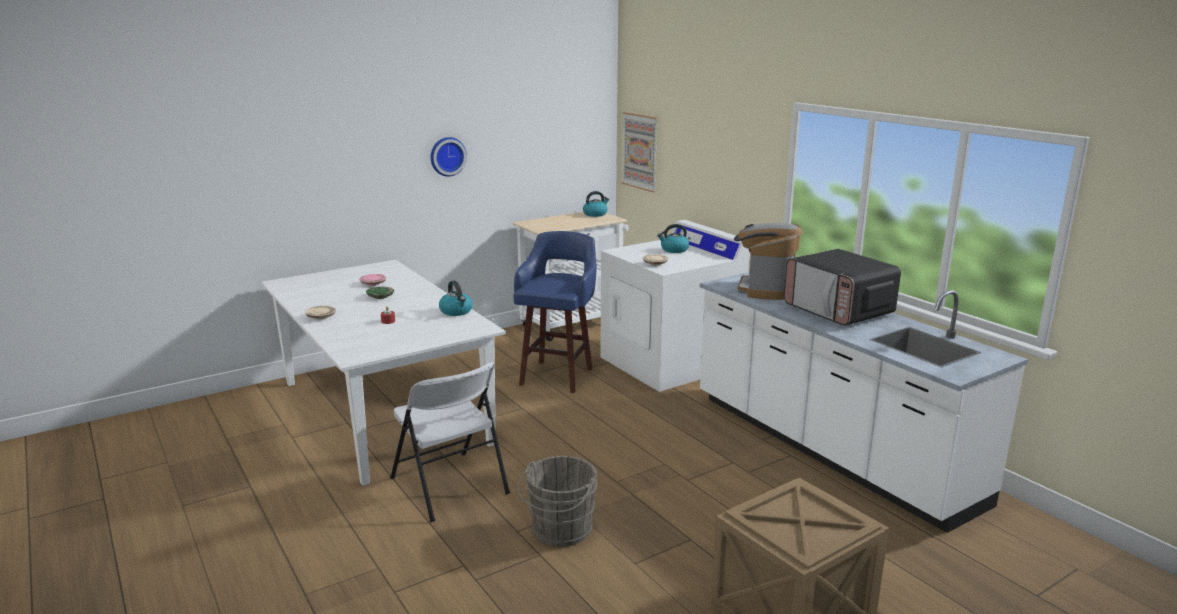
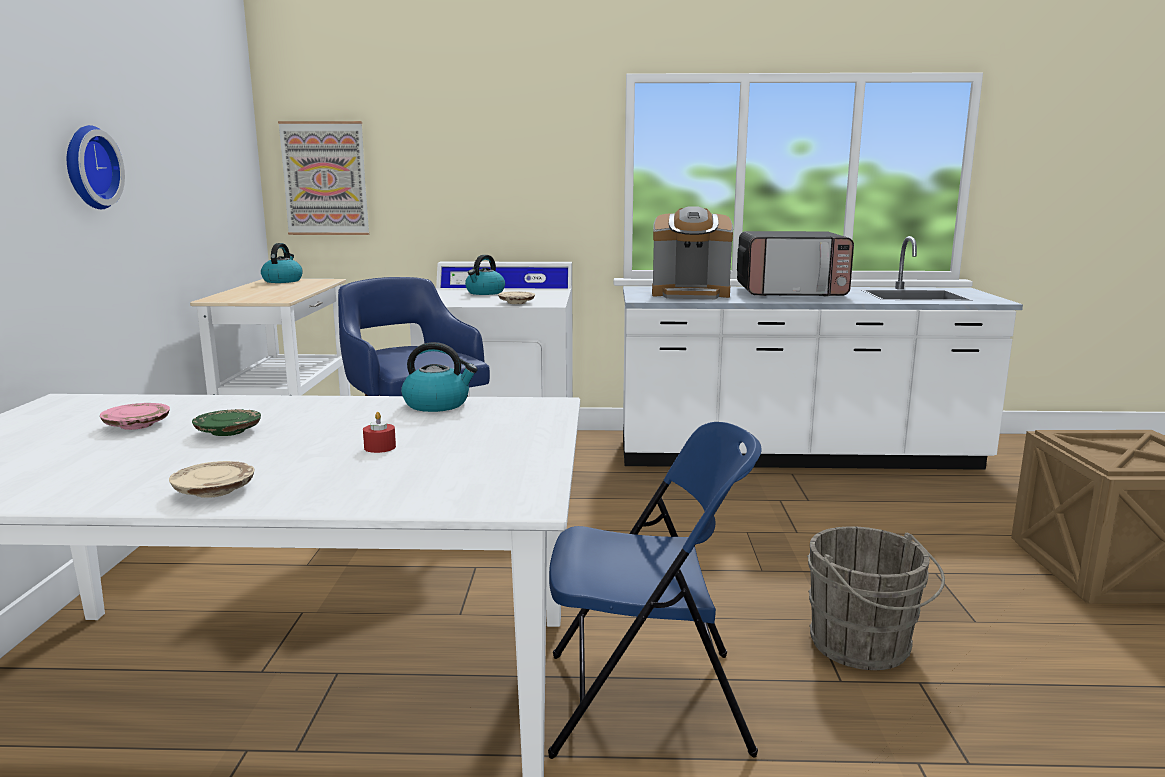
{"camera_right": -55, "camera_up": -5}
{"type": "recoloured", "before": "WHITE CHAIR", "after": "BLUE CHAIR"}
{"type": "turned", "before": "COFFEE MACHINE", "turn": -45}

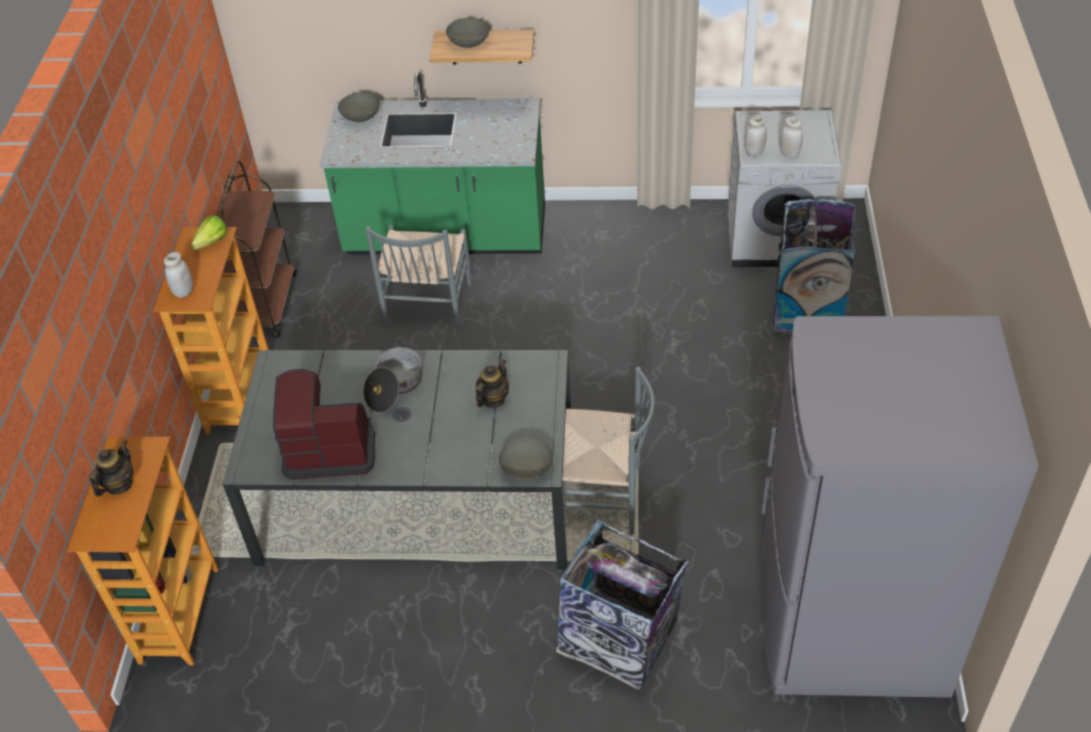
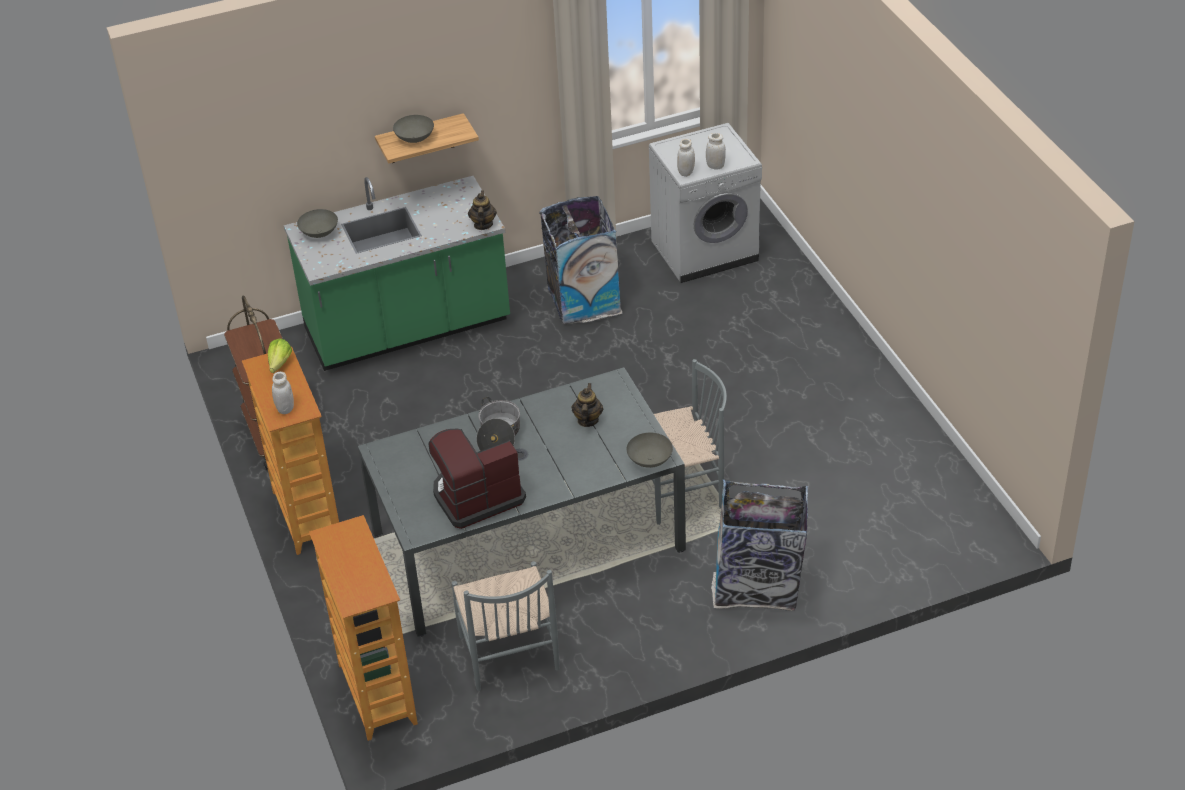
{"camera_right": -25, "camera_up": -5}
{"type": "removed", "before": "GREYISH KITCHEN FRIDGE"}
{"type": "moved", "before": "POT FOR TEA (1st from left)"}
{"type": "moved", "before": "GREYISH CHAIR (1st from left)"}
{"type": "moved", "before": "TRASH CAN (2nd from left in the first image)", "after": "TRASH CAN (1st from left)"}

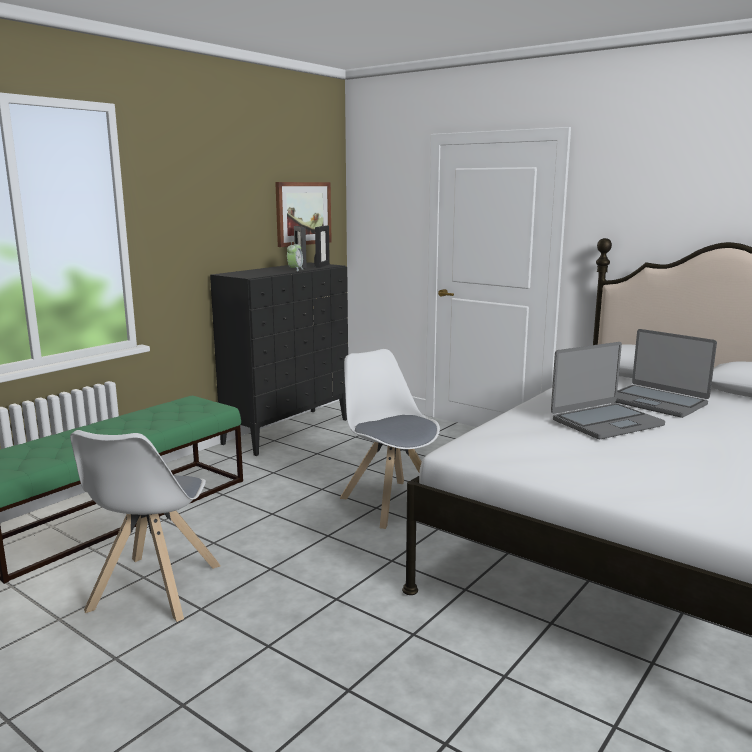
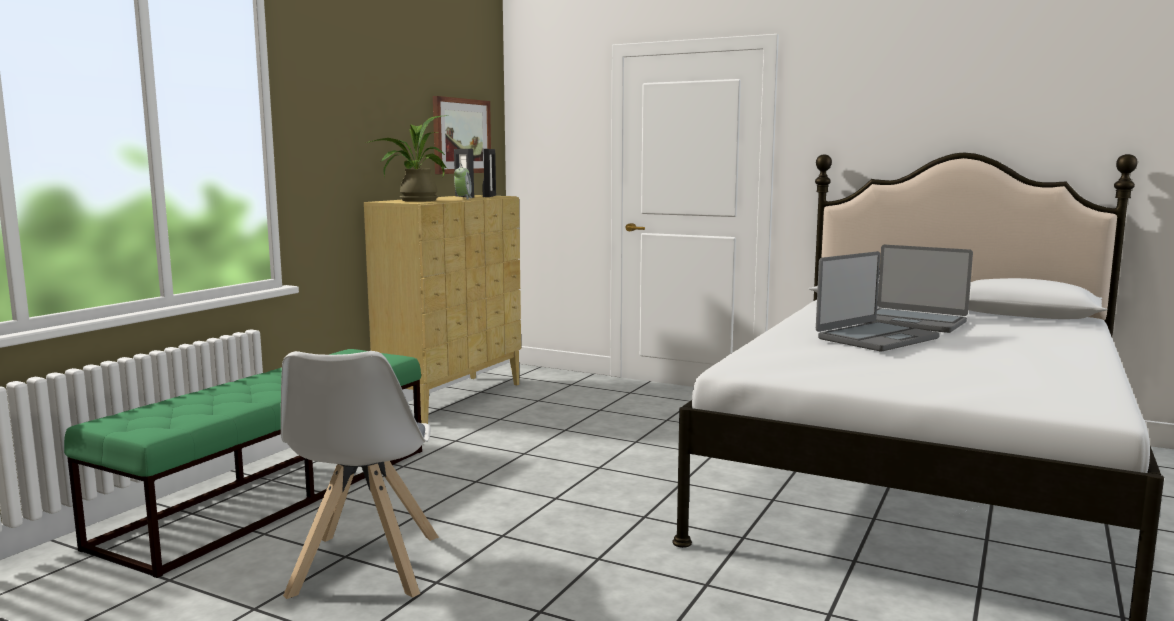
{"camera_right": -10, "camera_up": -5}
{"type": "removed", "before": "CHAIR (2nd from left)"}
{"type": "added", "after": "HOUSEPLANT"}
{"type": "recoloured", "before": "BLACK DRESSER", "after": "BEIGE DRESSER"}

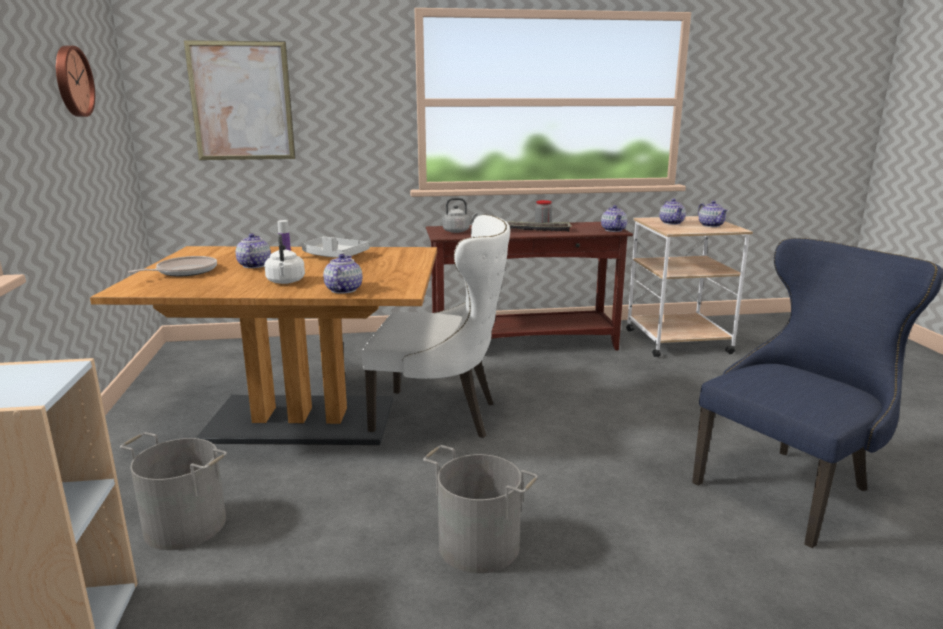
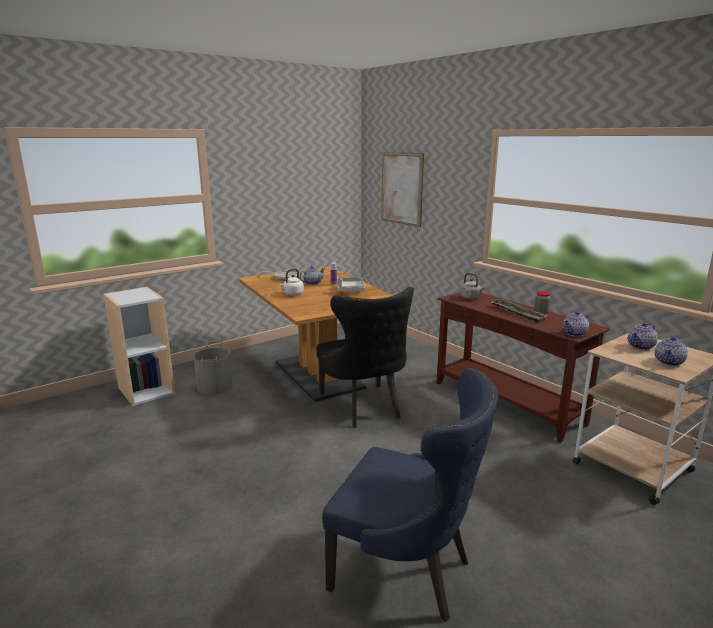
{"camera_right": 60, "camera_up": 0}
{"type": "removed", "before": "WALL CLOCK"}
{"type": "removed", "before": "POT FOR TEA (2nd from left)"}
{"type": "removed", "before": "GREYISH WATER BUCKET (2nd from left)"}
{"type": "recoloured", "before": "WHITE CHAIR", "after": "BLACK CHAIR"}

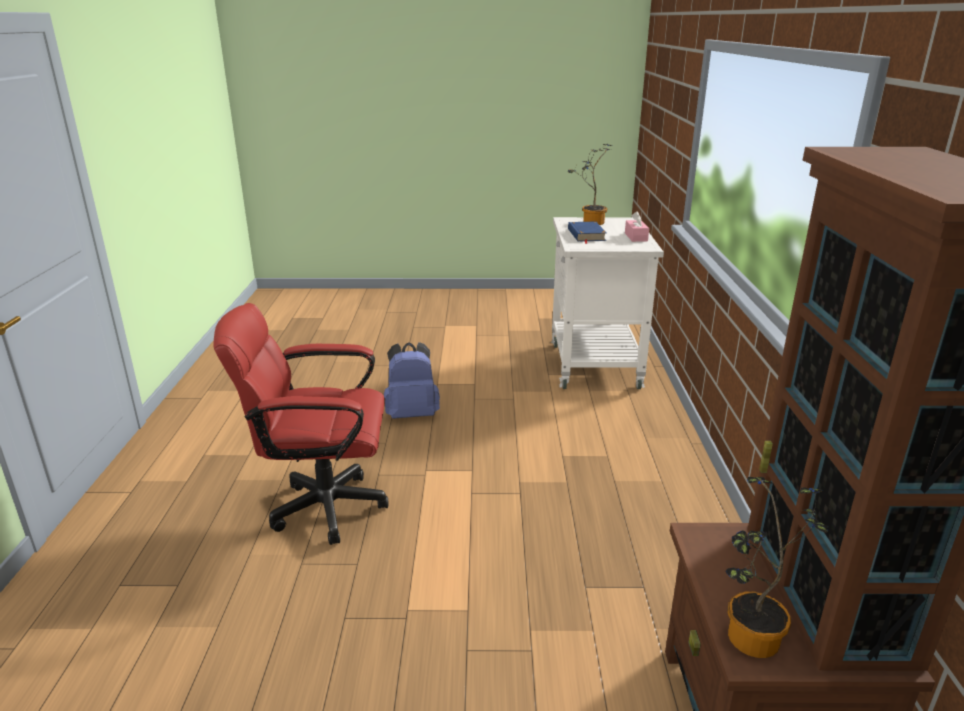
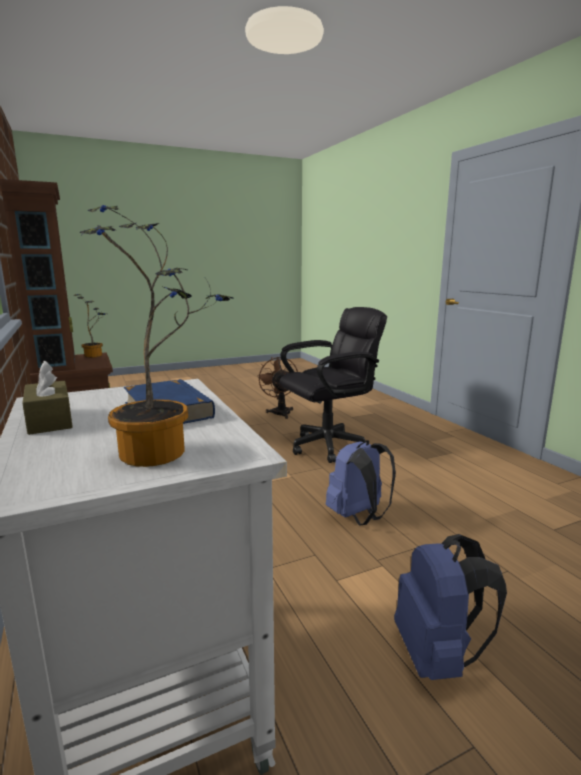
{"camera_right": 155, "camera_up": -10}
{"type": "added", "after": "BROWN-COLOURED ELECTRIC FAN"}
{"type": "added", "after": "BLUE BACKPACK (2nd from left)"}
{"type": "recoloured", "before": "REDDISH COMPUTER CHAIR", "after": "BLACK COMPUTER CHAIR"}
{"type": "recoloured", "before": "PINK-COLOURED BOX OF TISSUES", "after": "BROWN-COLOURED BOX OF TISSUES"}

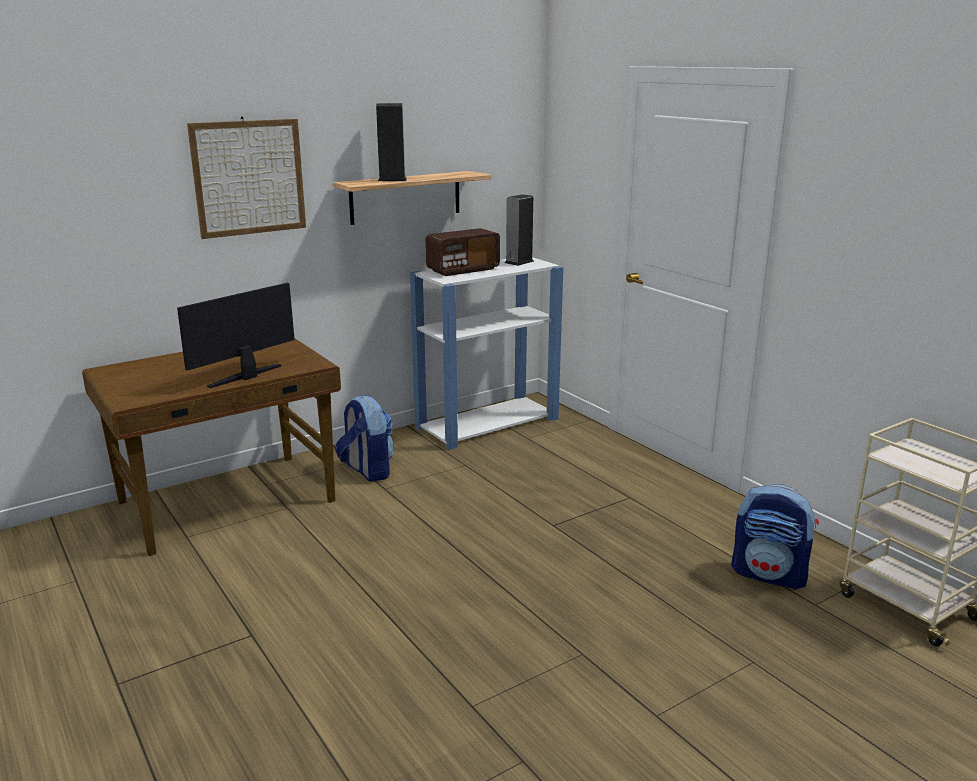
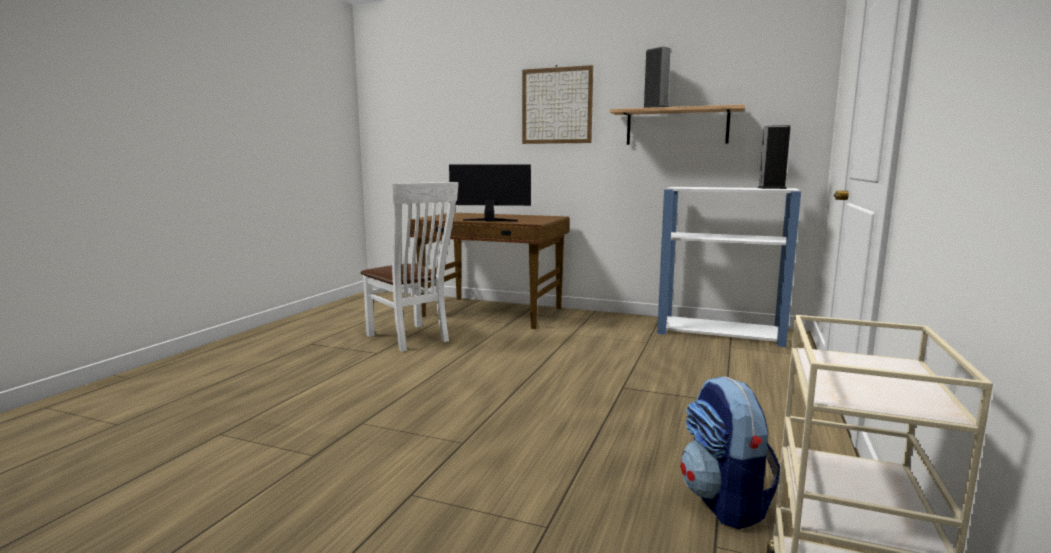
{"camera_right": 55, "camera_up": -10}
{"type": "removed", "before": "BACKPACK (1st from left)"}
{"type": "removed", "before": "RADIO SET"}
{"type": "added", "after": "WHITE CHAIR"}

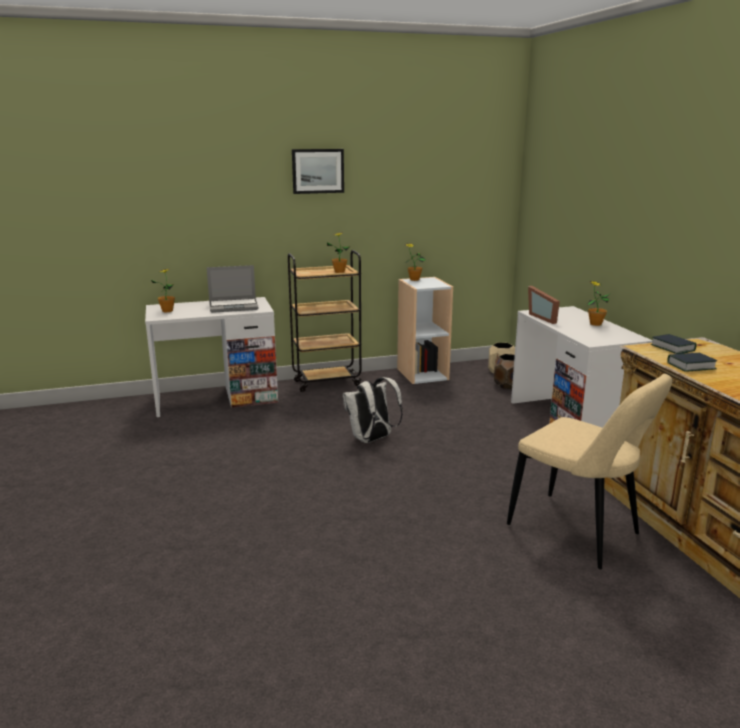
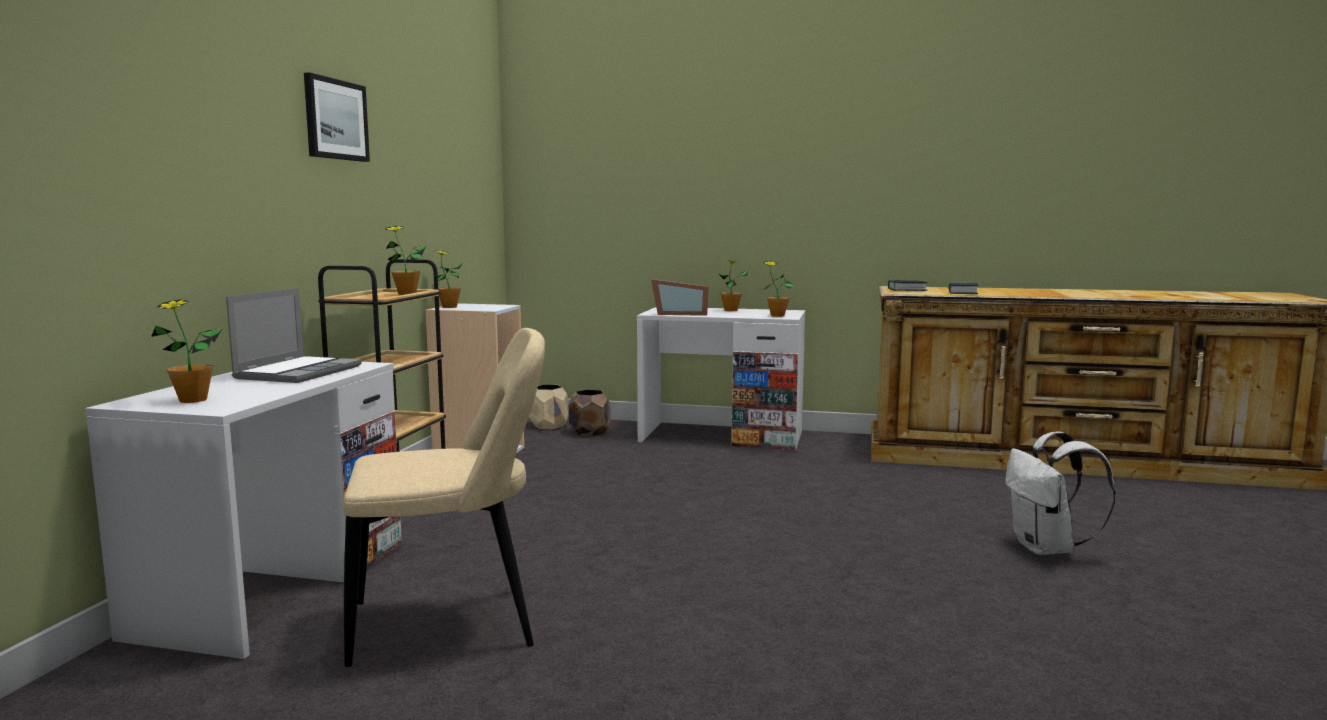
{"camera_right": -60, "camera_up": -10}
{"type": "added", "after": "HOUSEPLANT (5th from left)"}
{"type": "moved", "before": "WHITE BACKPACK"}
{"type": "moved", "before": "BEIGE CHAIR"}

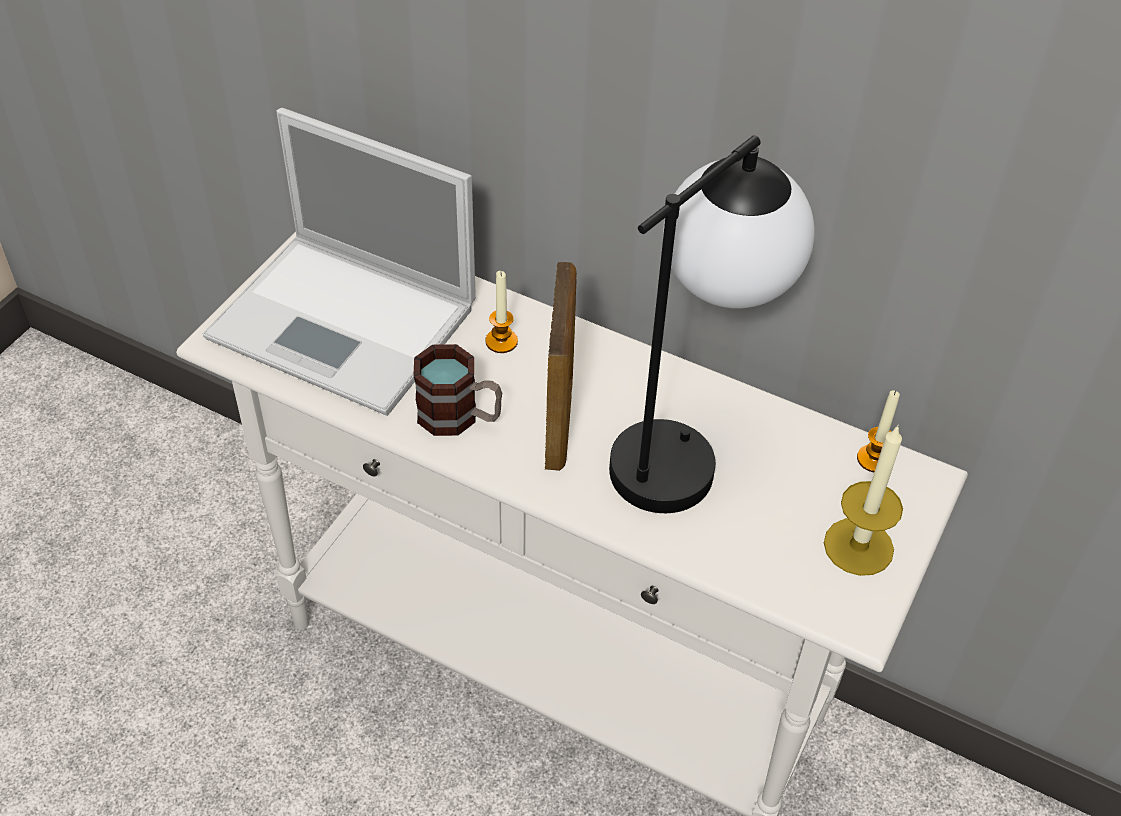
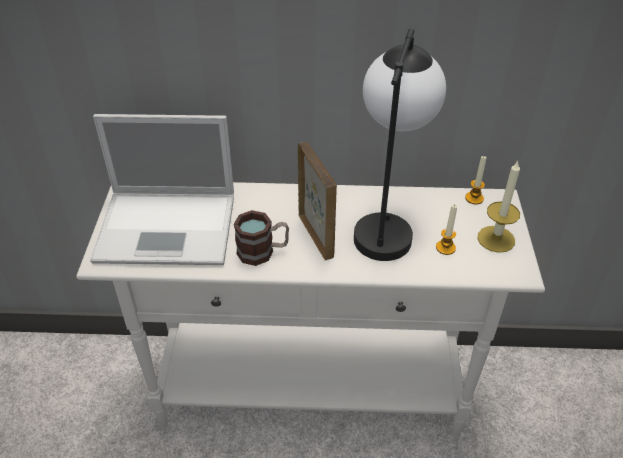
{"camera_right": -25, "camera_up": -5}
{"type": "moved", "before": "WAX LIGHT (1st from left)"}

